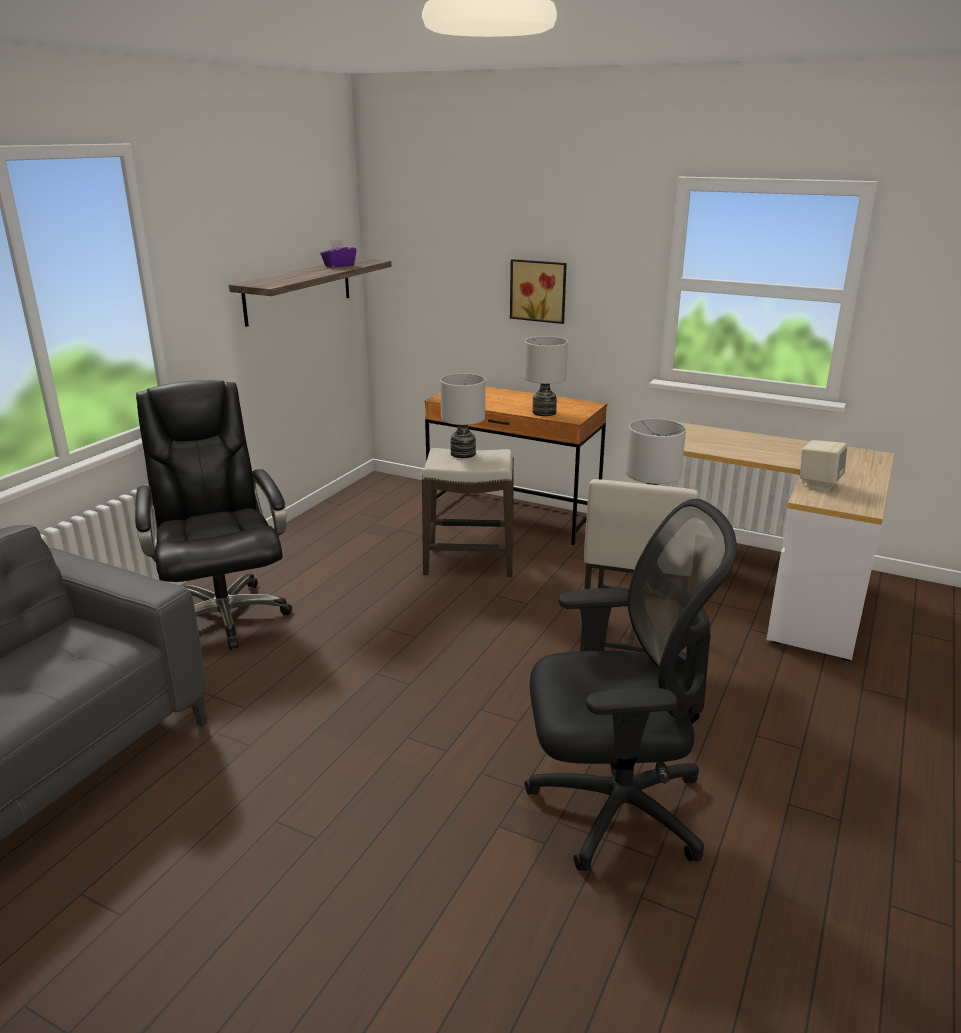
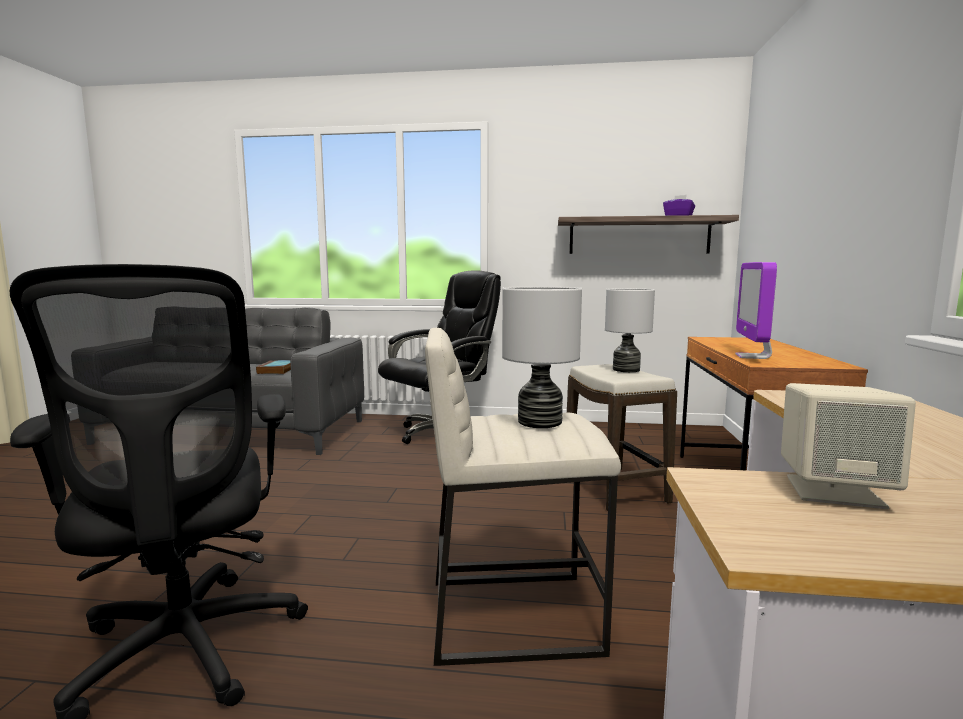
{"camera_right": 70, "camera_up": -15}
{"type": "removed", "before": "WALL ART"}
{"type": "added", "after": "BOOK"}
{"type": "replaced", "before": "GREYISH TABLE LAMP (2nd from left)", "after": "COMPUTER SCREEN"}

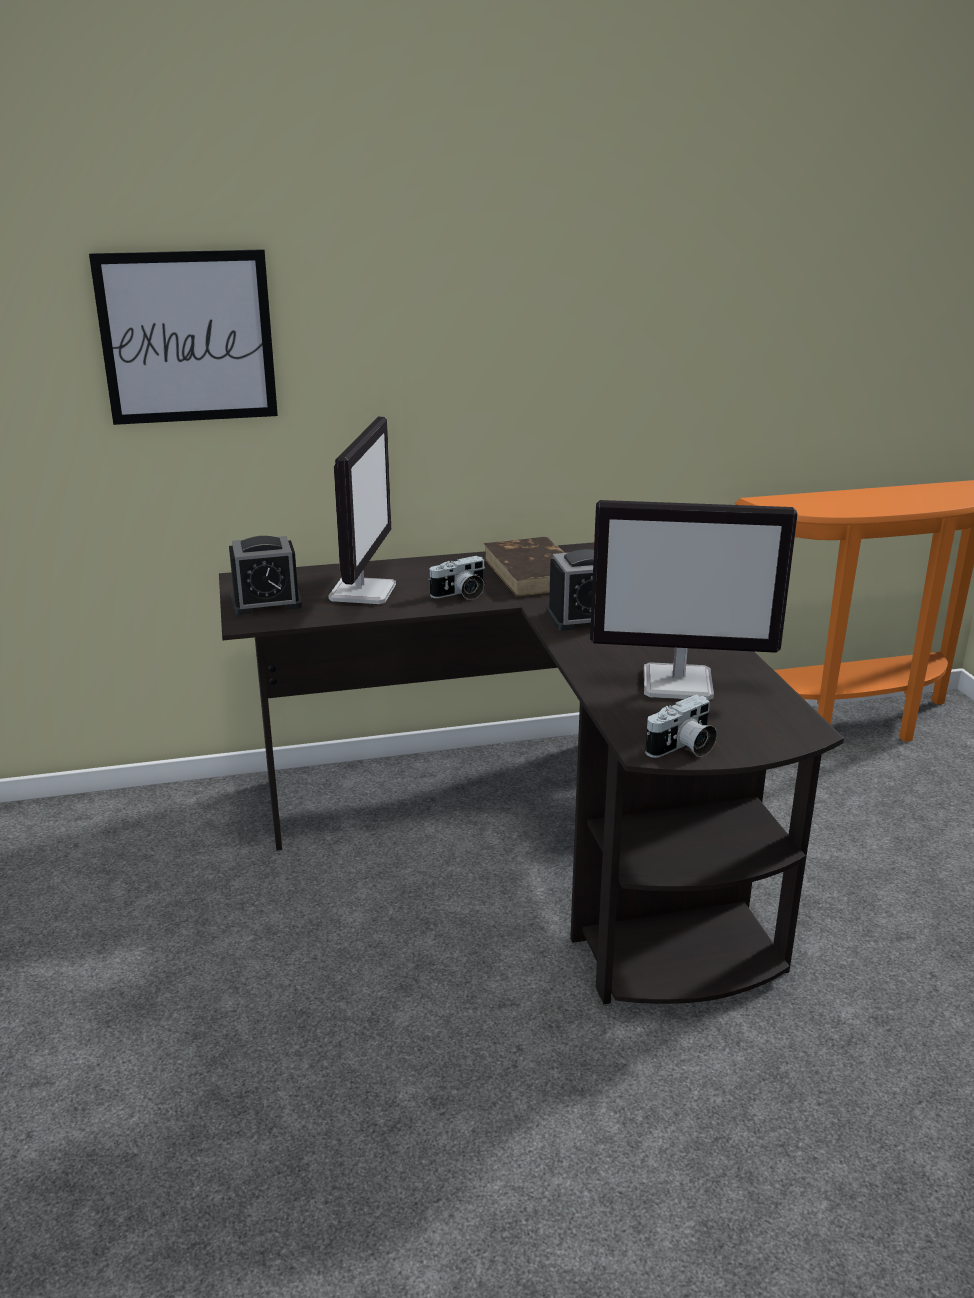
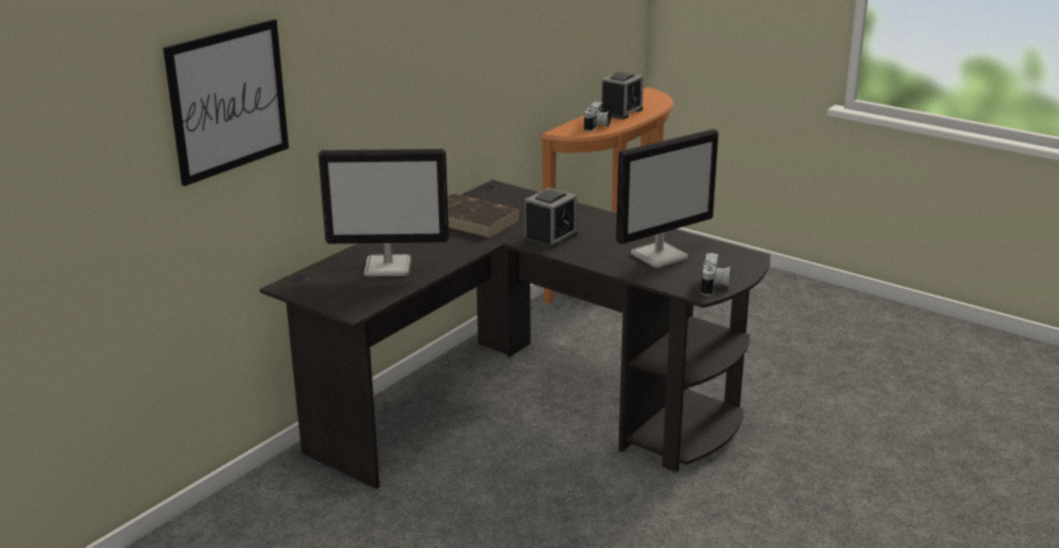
{"camera_right": -40, "camera_up": 0}
{"type": "moved", "before": "BEDSIDE CLOCK (1st from left in the first image)", "after": "BEDSIDE CLOCK (2nd from left)"}
{"type": "moved", "before": "STILL CAMERA (1st from left)"}
{"type": "turned", "before": "COMPUTER SCREEN (1st from left)", "turn": 120}

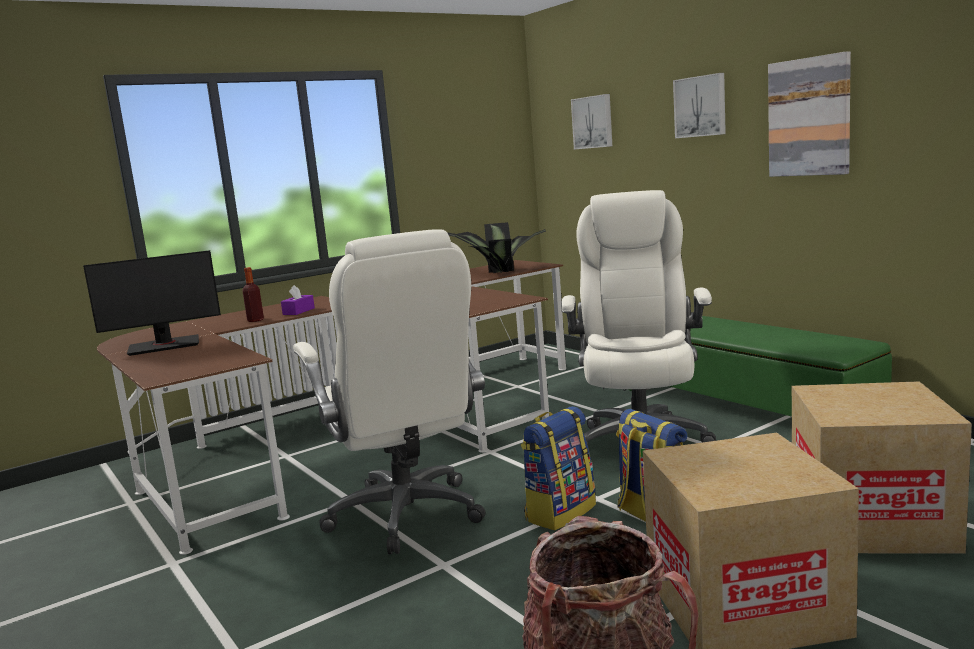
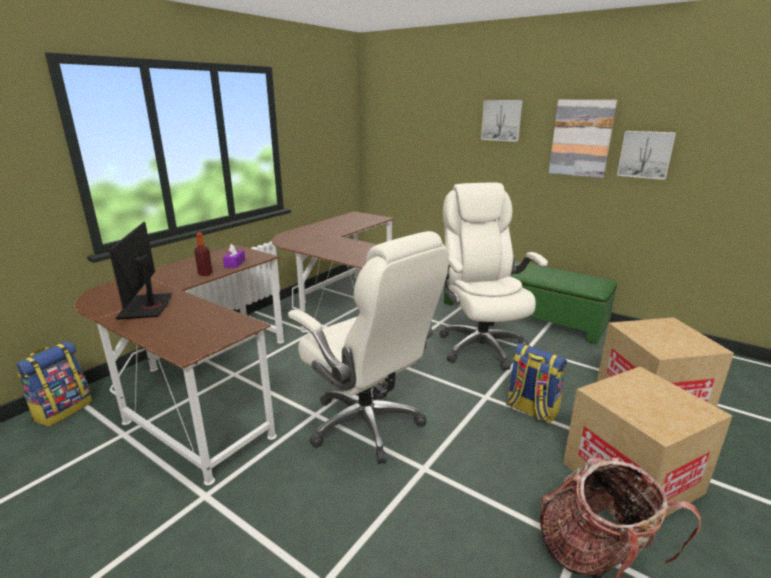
{"camera_right": -20, "camera_up": 10}
{"type": "removed", "before": "HOUSEPLANT"}
{"type": "moved", "before": "BACKPACK (1st from left)"}
{"type": "moved", "before": "WALL ART (1st from left in the first image)", "after": "WALL ART (3rd from left)"}
{"type": "turned", "before": "COMPUTER SCREEN", "turn": 120}

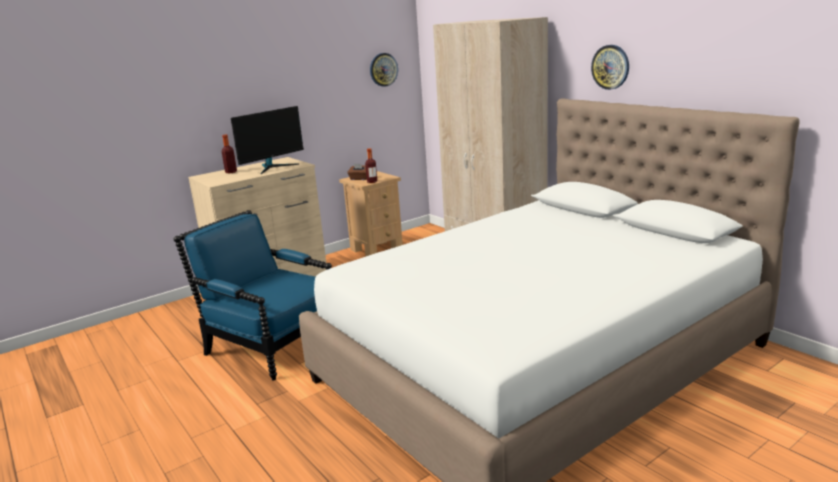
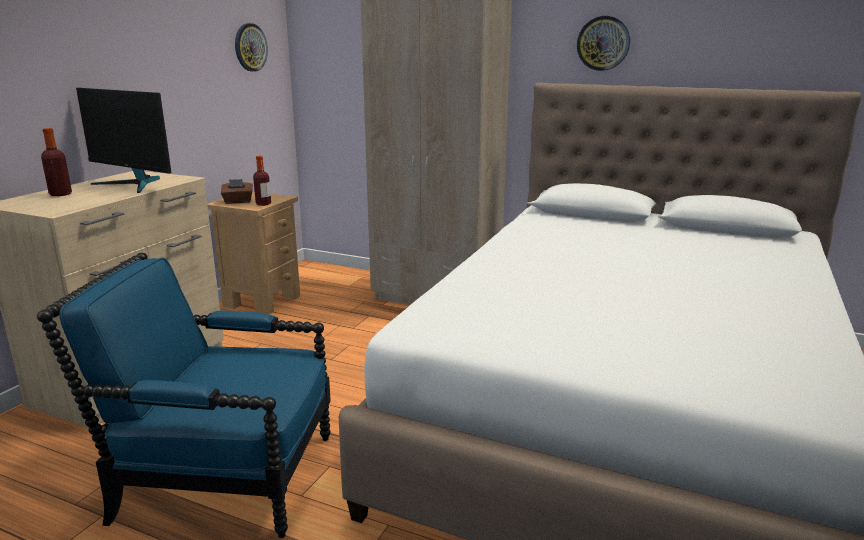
{"camera_right": -30, "camera_up": 0}
{"type": "turned", "before": "COMPUTER SCREEN", "turn": 105}

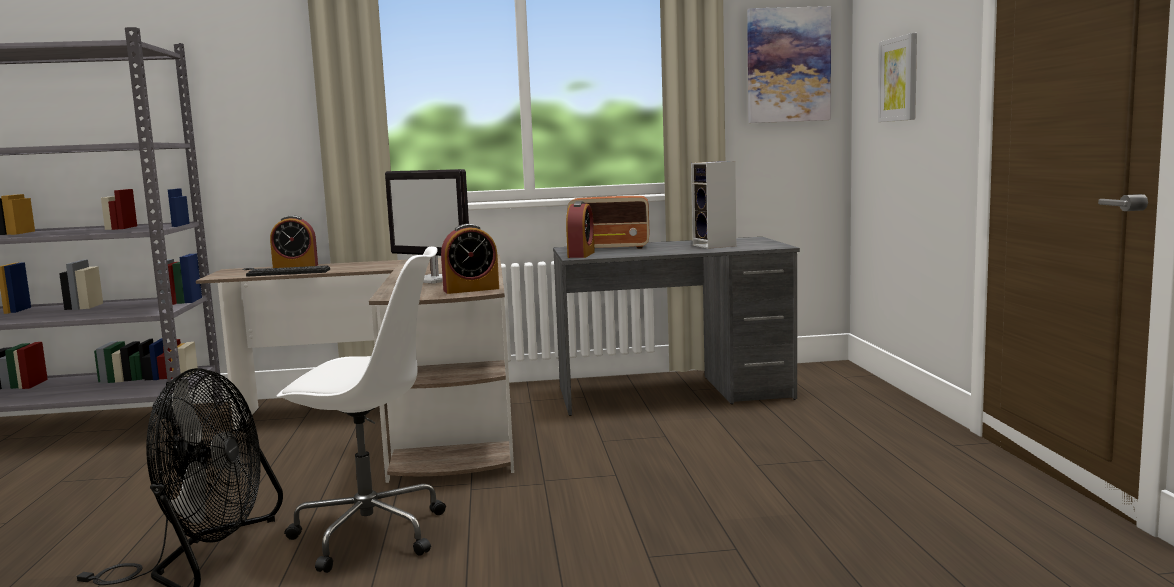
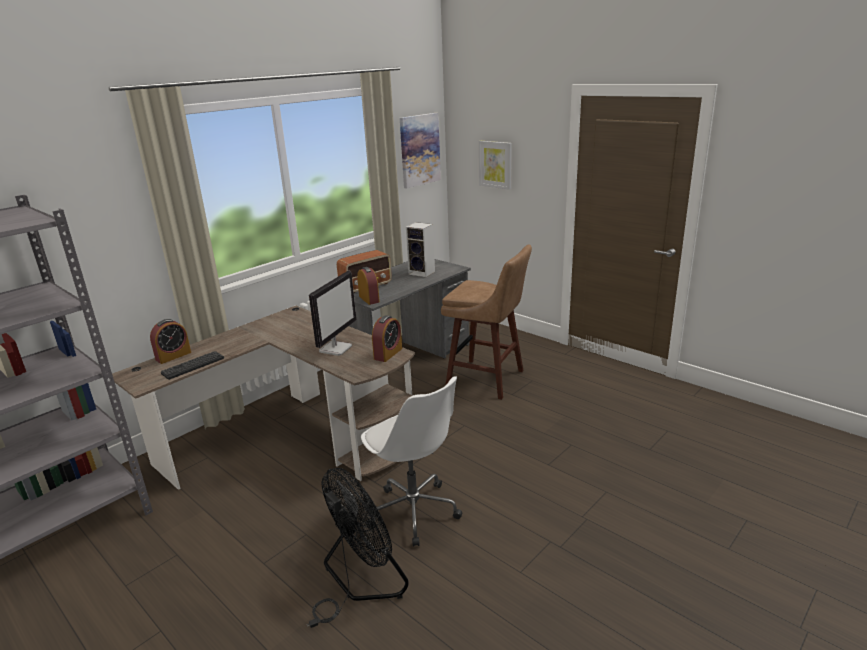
{"camera_right": -40, "camera_up": 15}
{"type": "added", "after": "BROWN-COLOURED STOOL SEAT"}
{"type": "turned", "before": "WHITE COMPUTER CHAIR", "turn": 90}
{"type": "turned", "before": "COMPUTER SCREEN", "turn": -60}

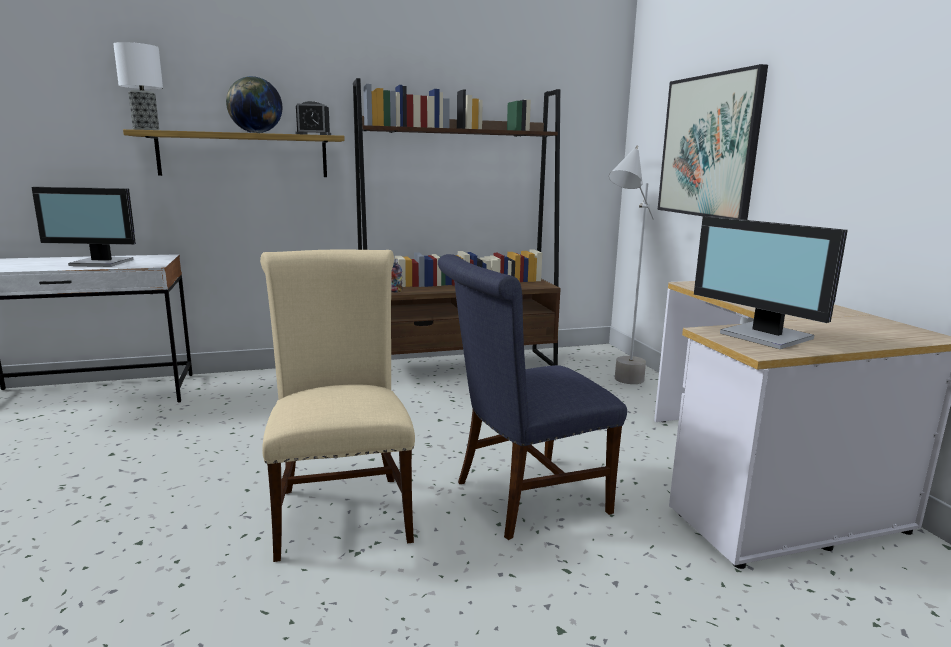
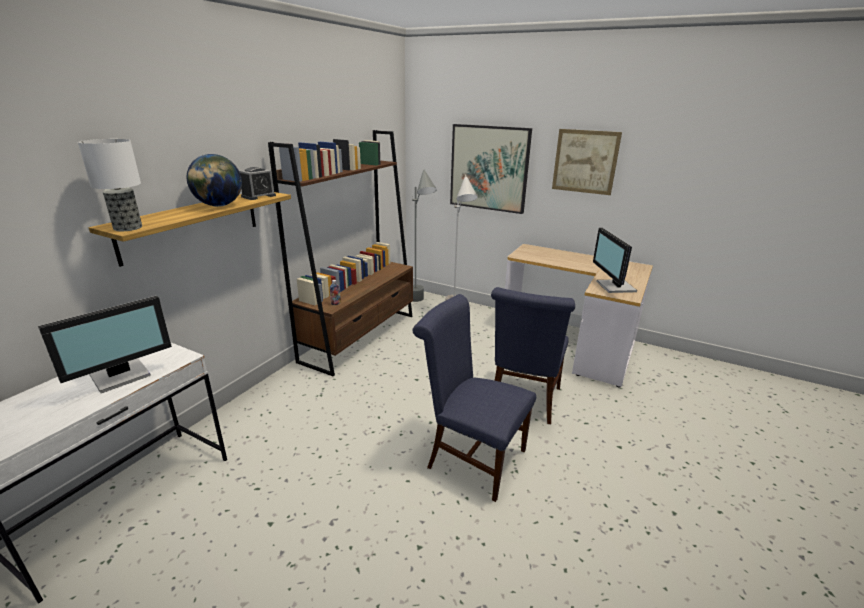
{"camera_right": -45, "camera_up": 10}
{"type": "added", "after": "GREYISH FLOOR LAMP (1st from left)"}
{"type": "added", "after": "WALL ART (2nd from left)"}
{"type": "recoloured", "before": "BEIGE CHAIR", "after": "BLUE CHAIR (1st from left)"}
{"type": "turned", "before": "COMPUTER SCREEN (2nd from left)", "turn": 75}

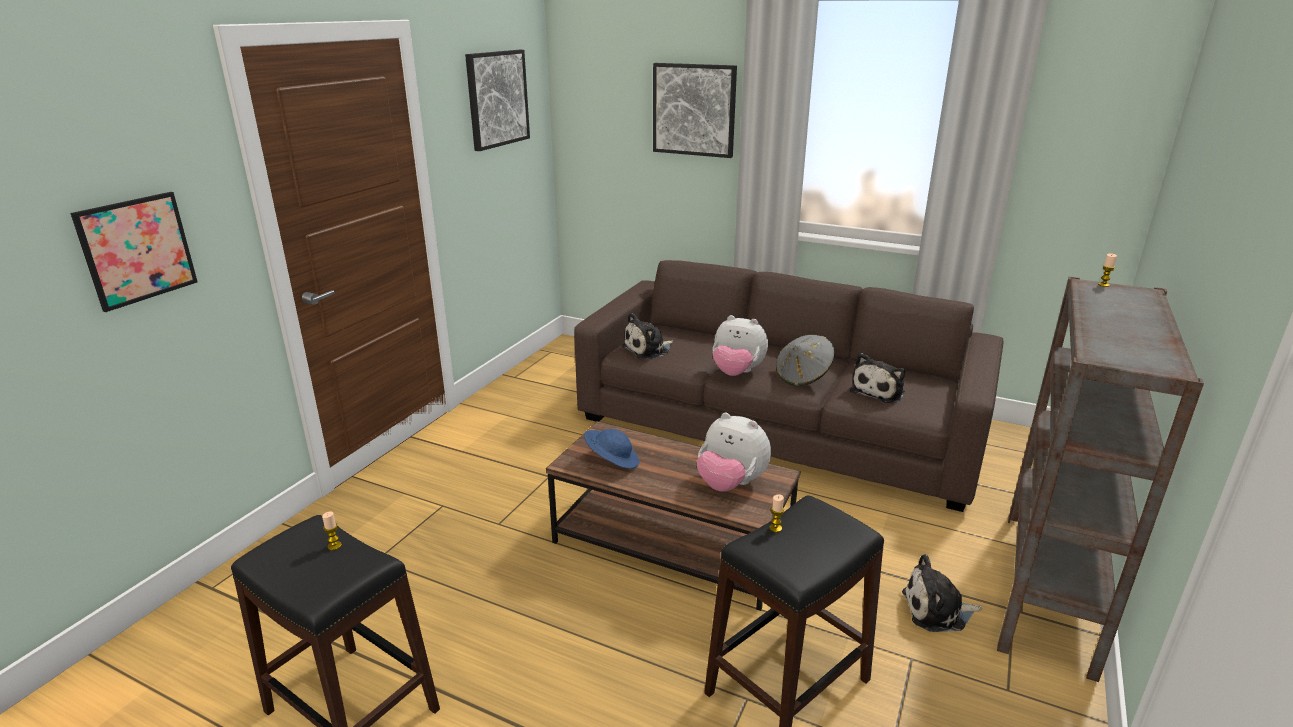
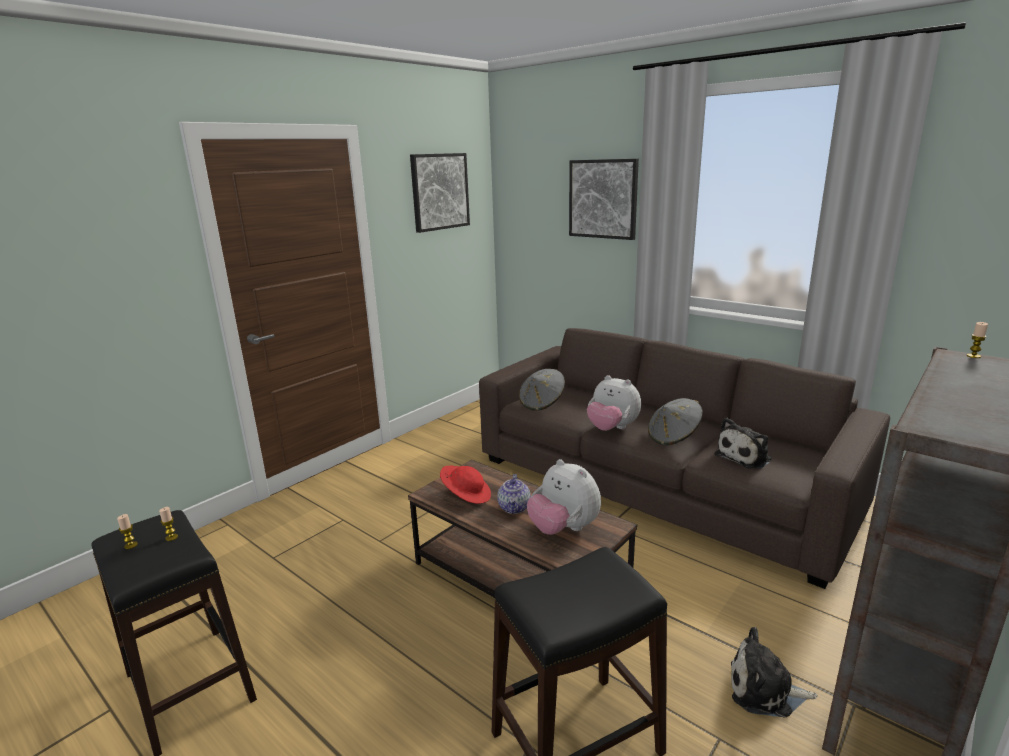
{"camera_right": 15, "camera_up": -5}
{"type": "removed", "before": "WALL ART (1st from left)"}
{"type": "added", "after": "POT FOR TEA"}
{"type": "moved", "before": "WAX LIGHT (2nd from left in the first image)", "after": "WAX LIGHT (1st from left)"}
{"type": "replaced", "before": "CUDDLY TOY (1st from left)", "after": "GREYISH WEARABLE HAT (1st from left)"}
{"type": "recoloured", "before": "BLUE WEARABLE HAT", "after": "REDDISH WEARABLE HAT"}

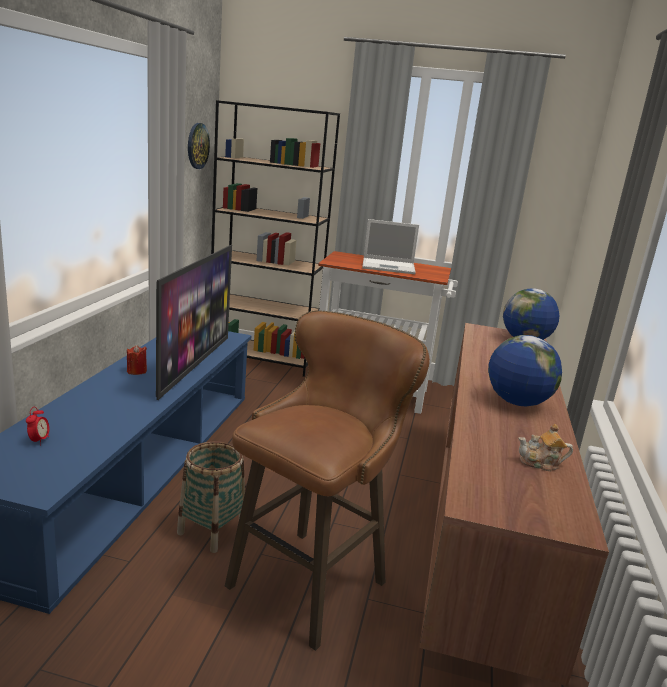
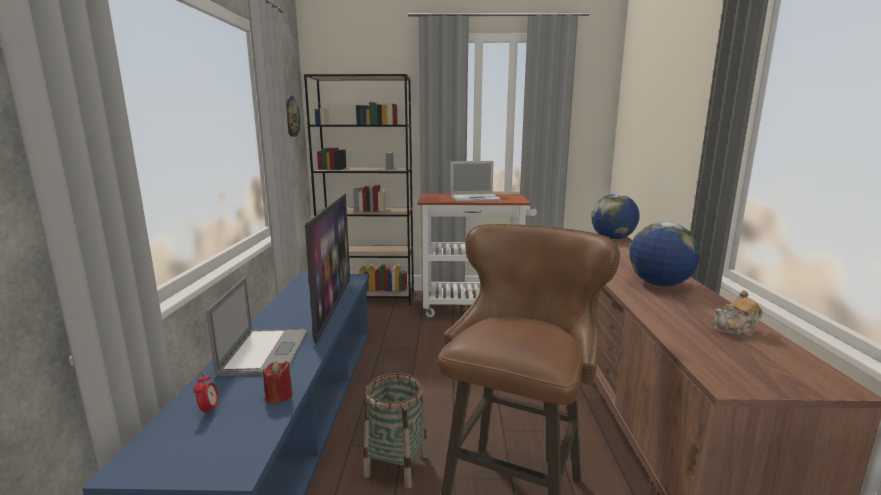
{"camera_right": -10, "camera_up": -5}
{"type": "added", "after": "NOTEBOOK COMPUTER (1st from left)"}
{"type": "moved", "before": "REDDISH WAX LIGHT"}

